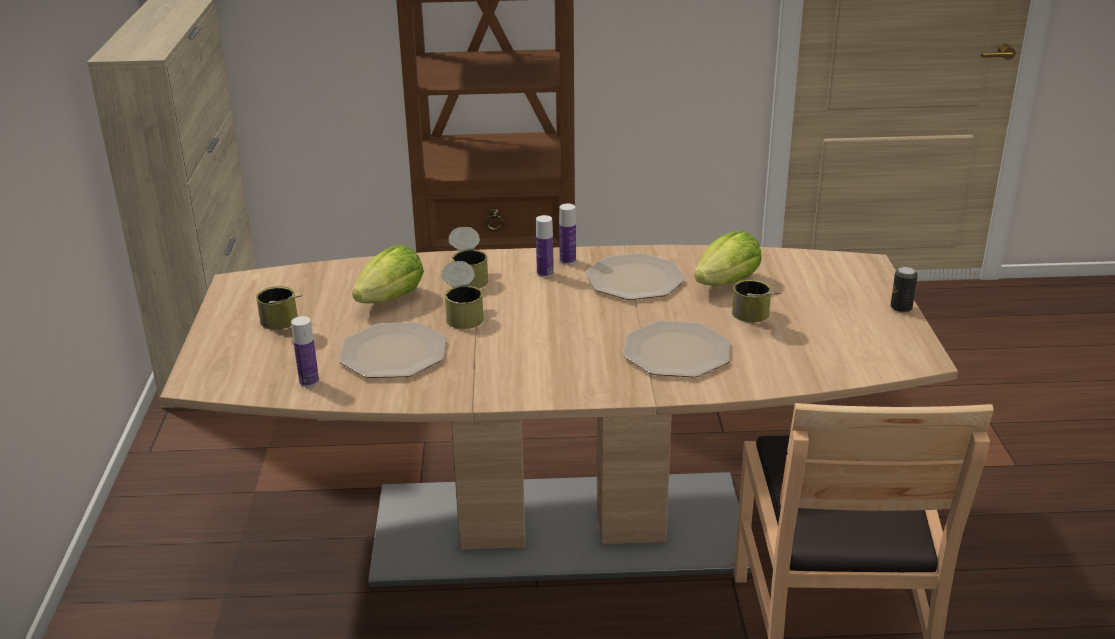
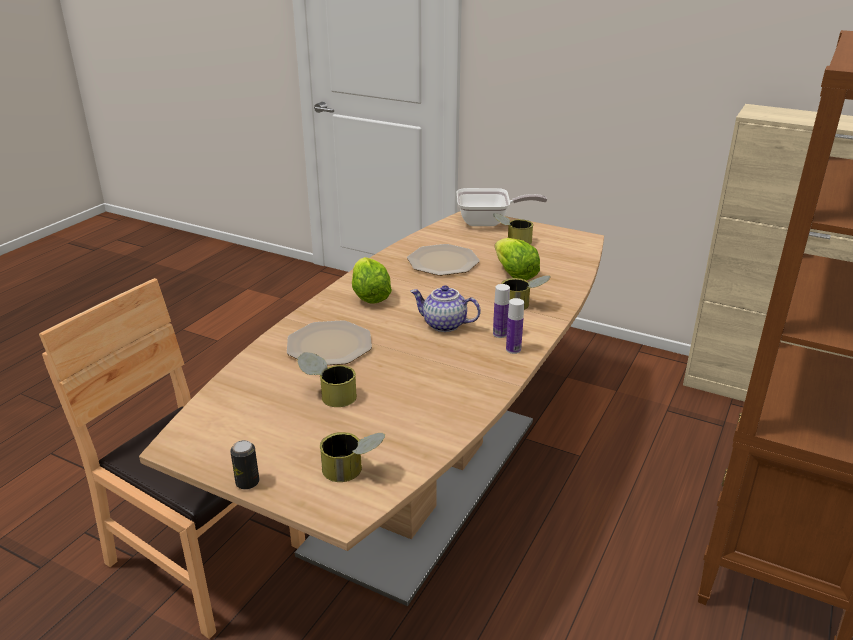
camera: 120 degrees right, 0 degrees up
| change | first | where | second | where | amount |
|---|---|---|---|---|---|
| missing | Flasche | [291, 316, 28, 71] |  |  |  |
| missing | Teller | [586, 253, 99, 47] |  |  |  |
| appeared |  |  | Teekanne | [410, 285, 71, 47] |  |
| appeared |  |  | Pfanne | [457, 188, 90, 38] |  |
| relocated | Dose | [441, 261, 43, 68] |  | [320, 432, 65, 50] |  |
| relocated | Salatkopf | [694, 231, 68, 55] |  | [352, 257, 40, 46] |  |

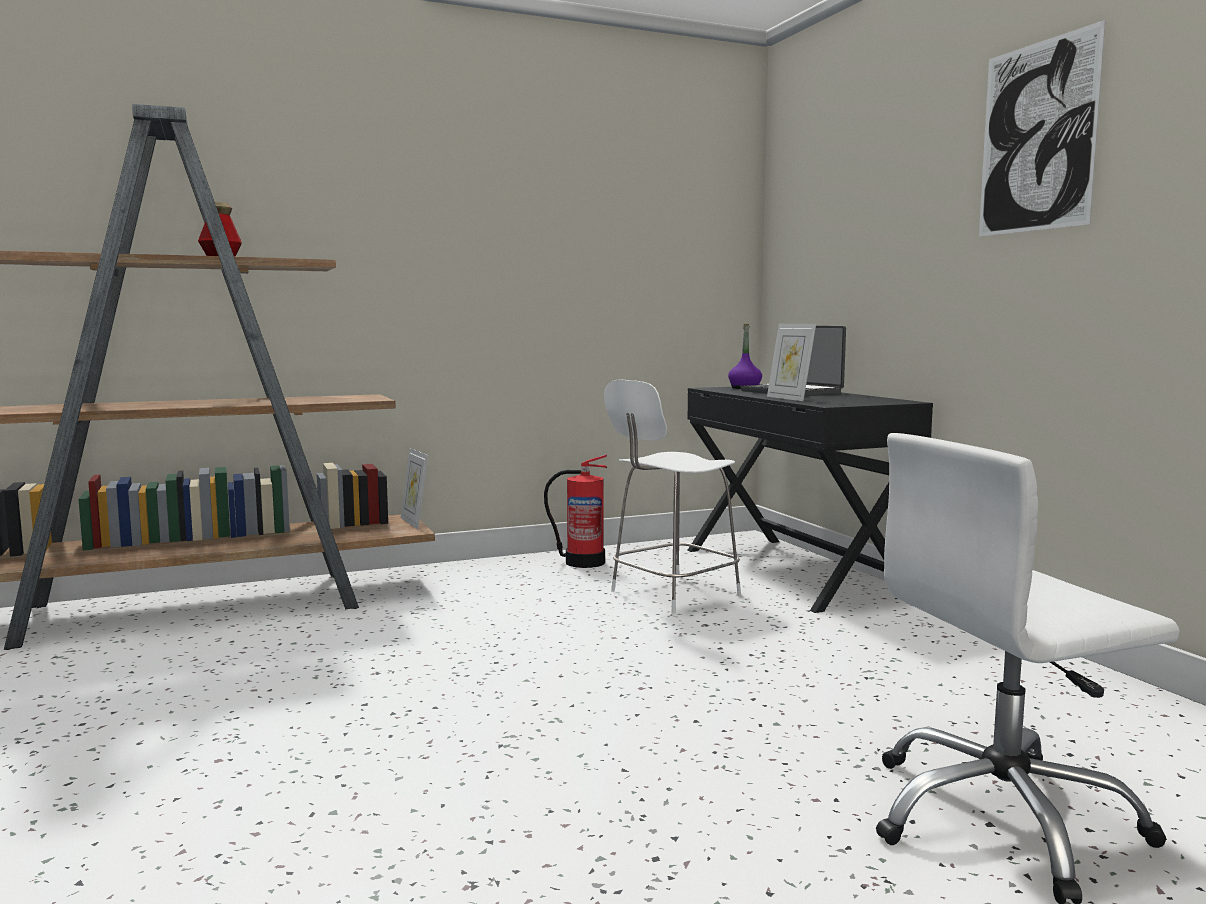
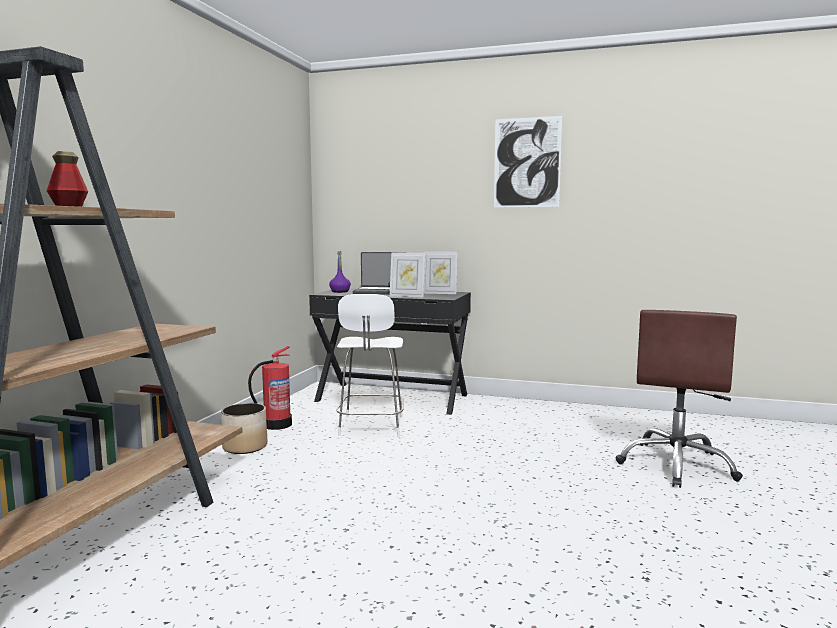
camera: 50 degrees left, 0 degrees up
| change | first | where | second | where | amount |
|---|---|---|---|---|---|
| appeared |  |  | Pflanzkübel | [221, 403, 46, 51] |  |
| relocated | Bilderrahmen | [401, 448, 27, 81] |  | [424, 251, 34, 43] |  |
| colour | Bürostuhl [weiß] | [876, 433, 304, 471] | Bürostuhl [braun] | [616, 310, 127, 178] |  |

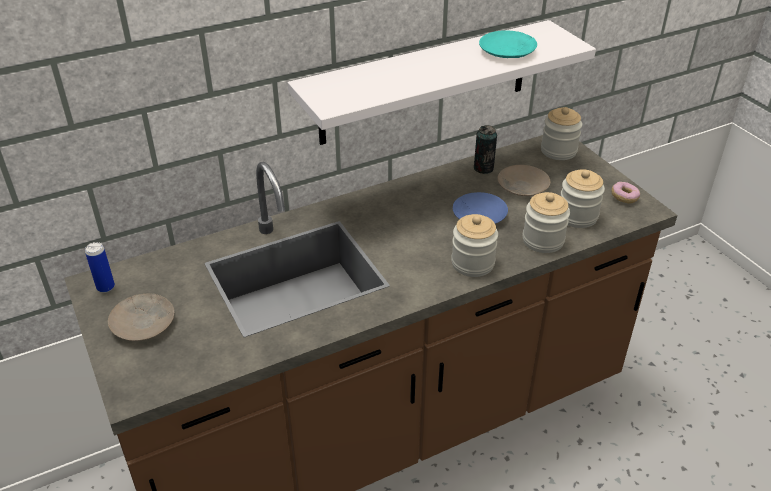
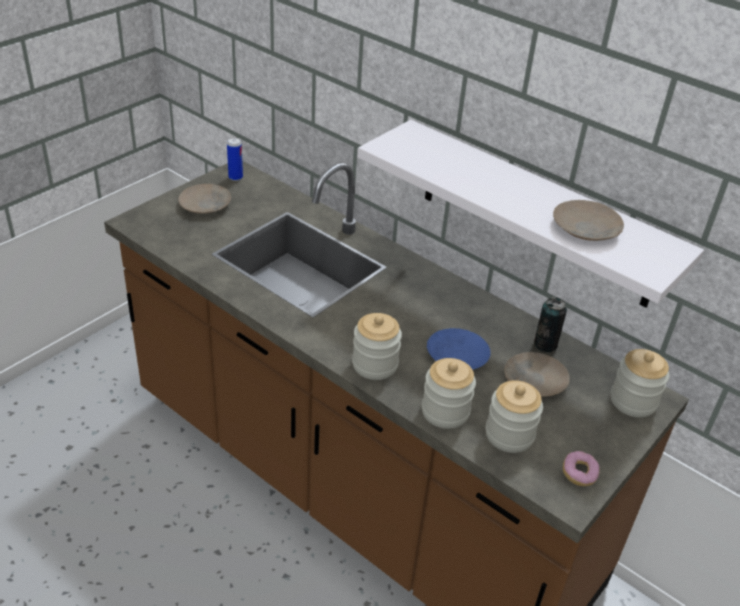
camera: 65 degrees right, 0 degrees up
| change | first | where | second | where | amount |
|---|---|---|---|---|---|
| colour | Teller [türkis] | [479, 31, 58, 27] | Teller [beige] | [553, 200, 71, 41] |  |

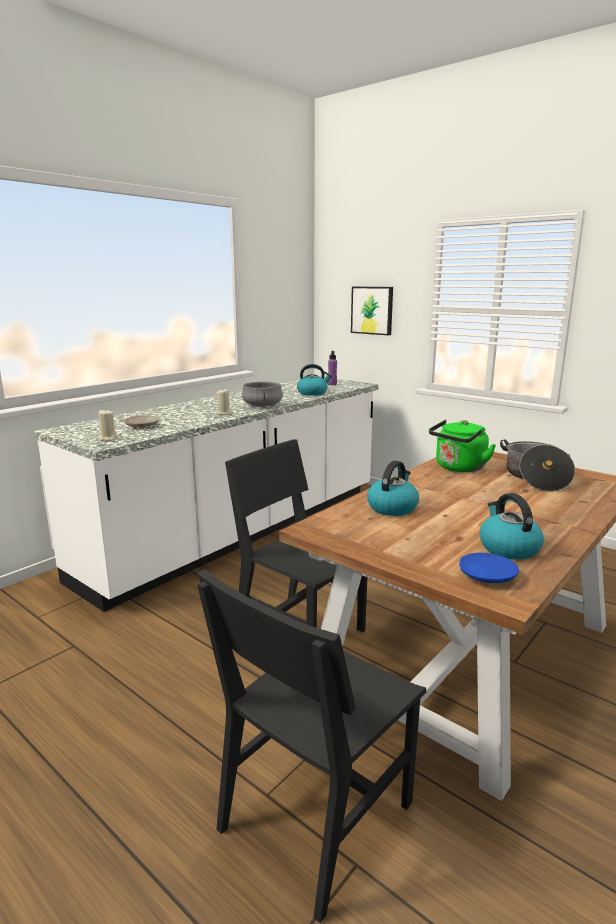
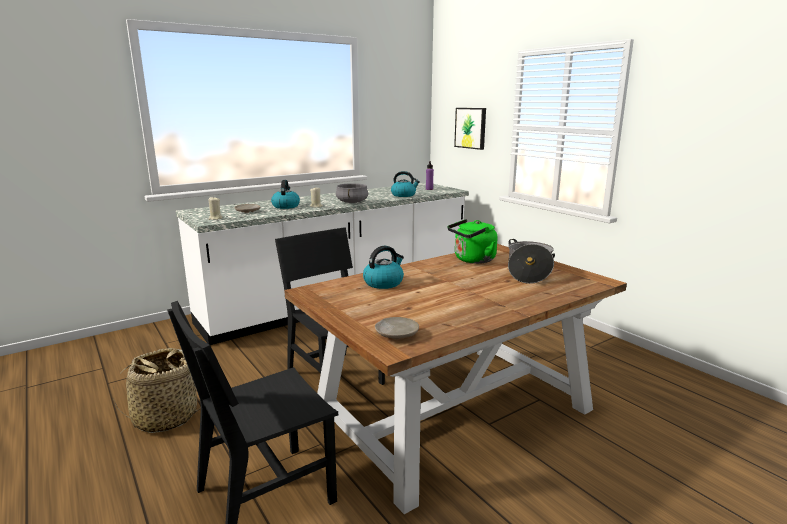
camera: 15 degrees right, 0 degrees up
| change | first | where | second | where | amount |
|---|---|---|---|---|---|
| appeared |  |  | Korb | [113, 348, 88, 85] |  |
| relocated | Wasserkessel | [480, 493, 64, 67] |  | [271, 180, 29, 29] |  |
| colour | Teller [blau] | [459, 553, 60, 30] | Teller [beige] | [375, 317, 44, 22] |  |

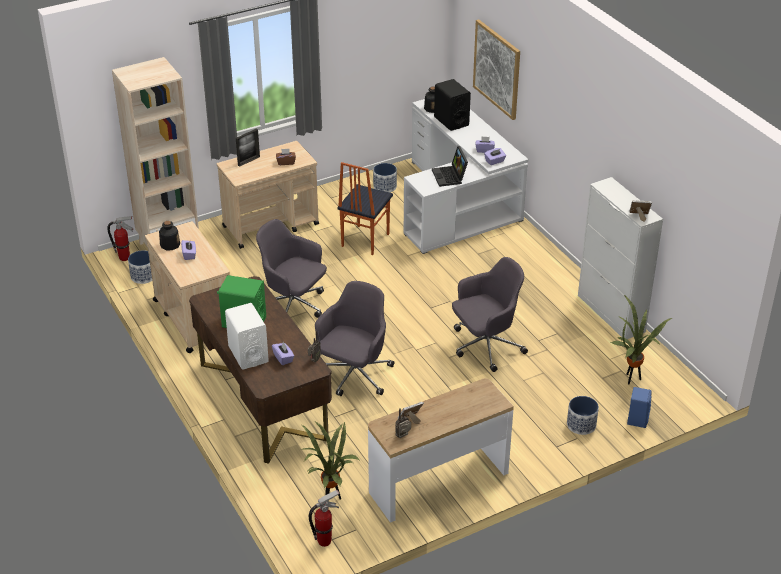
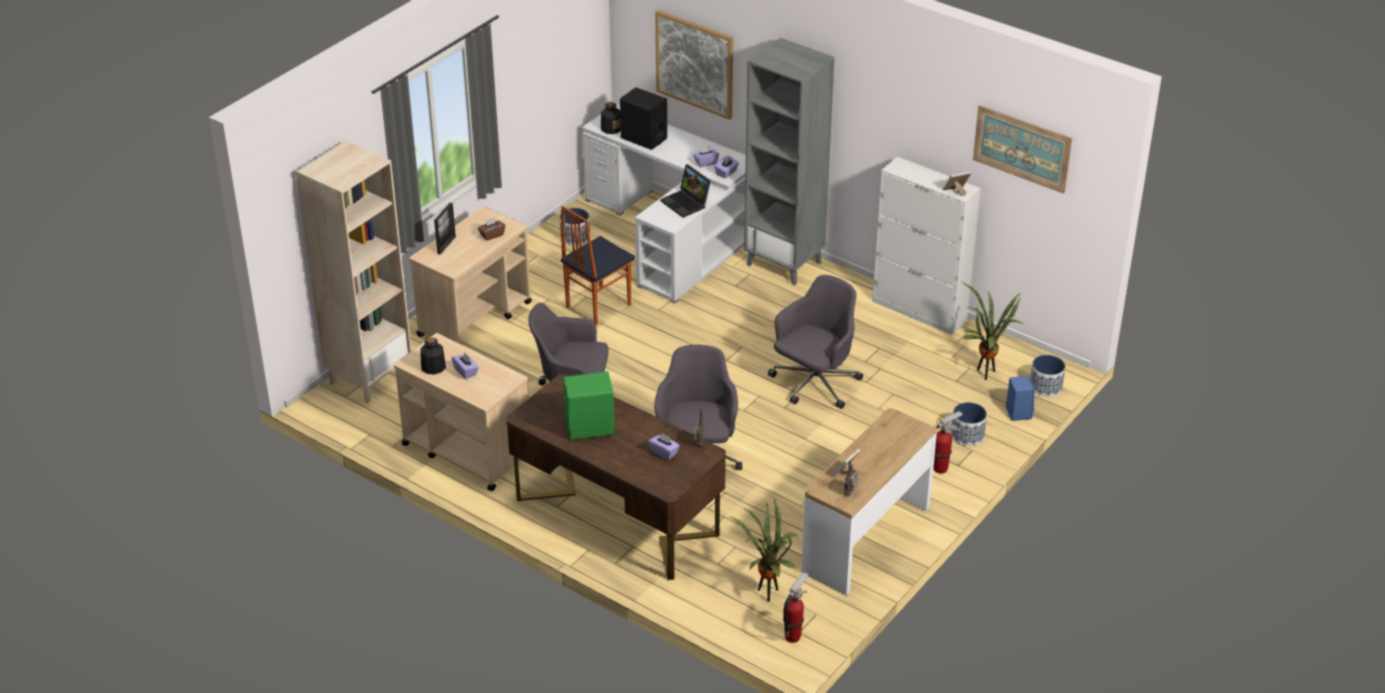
camera: 25 degrees left, 0 degrees up
| change | first | where | second | where | amount |
|---|---|---|---|---|---|
| missing | Lautsprecher [weiß] | [225, 303, 44, 67] |  |  |  |
| appeared |  |  | Bücherregal [grau] | [744, 38, 91, 247] |  |
| appeared |  |  | Bild | [973, 105, 99, 89] |  |
| relocated | Feuerlöscher | [107, 216, 26, 45] |  | [933, 411, 30, 63] |  |
| relocated | Pflanzkübel | [128, 250, 24, 34] |  | [1030, 355, 35, 42] |  |
| spun | Stuhl | [337, 162, 56, 93] |  | [561, 206, 74, 120] | 45 degrees clockwise |

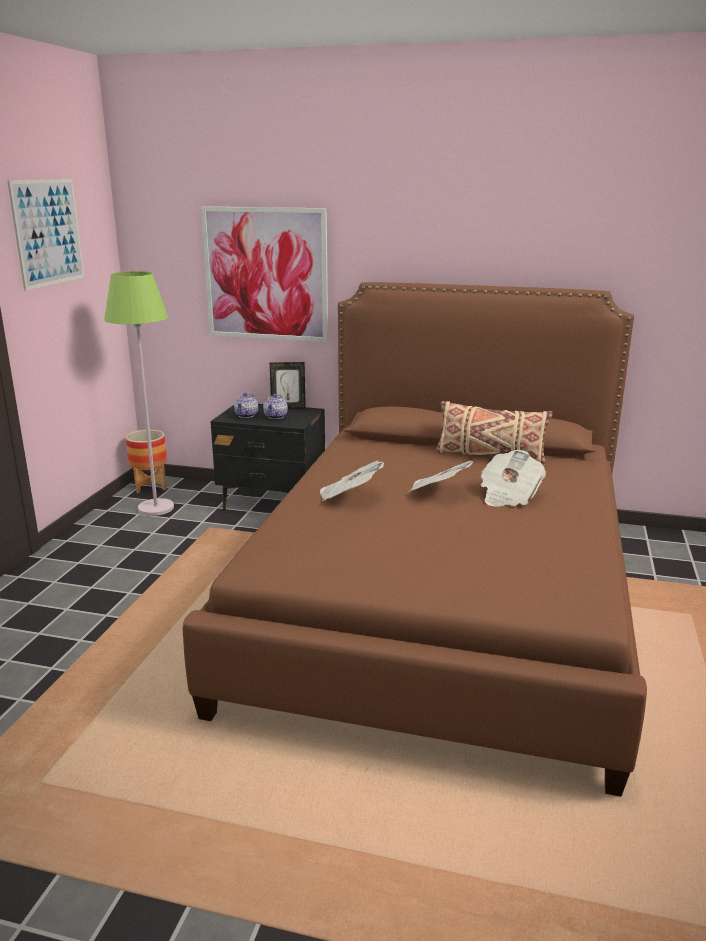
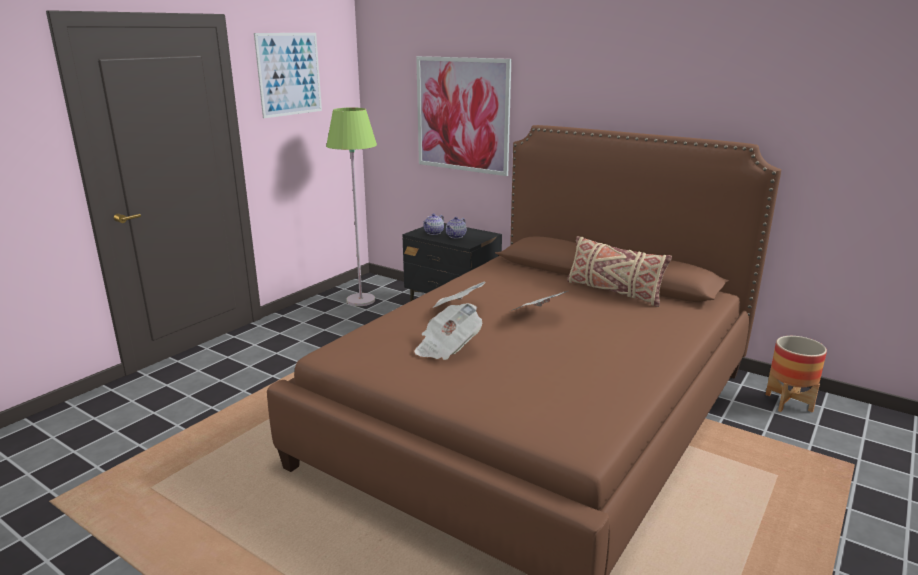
camera: 20 degrees right, 0 degrees up
| change | first | where | second | where | amount |
|---|---|---|---|---|---|
| missing | Bilderrahmen | [270, 362, 36, 47] |  |  |  |
| relocated | Pflanzkübel | [126, 430, 41, 64] |  | [765, 336, 62, 76] |  |
| relocated | Zeitung | [480, 450, 66, 56] |  | [414, 303, 68, 57] |  |

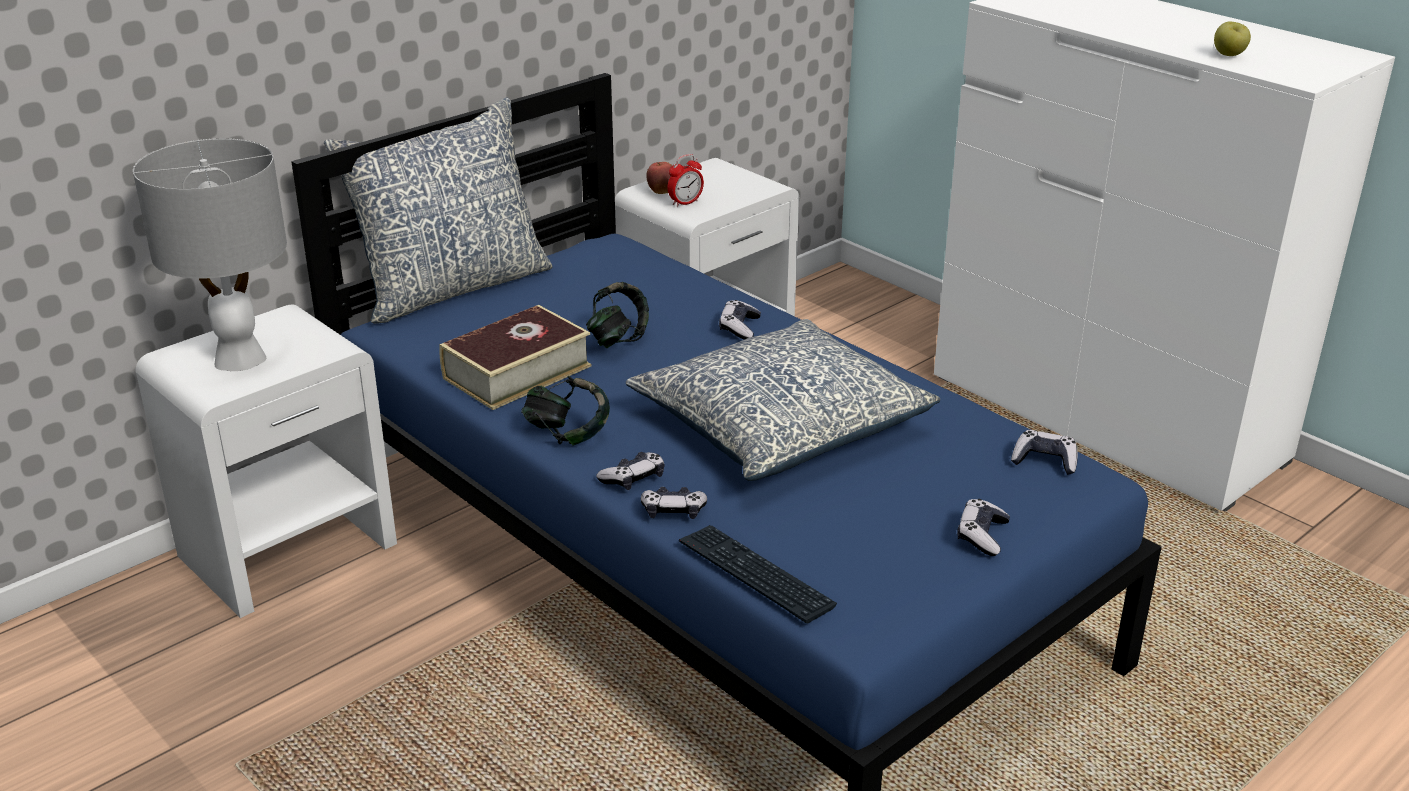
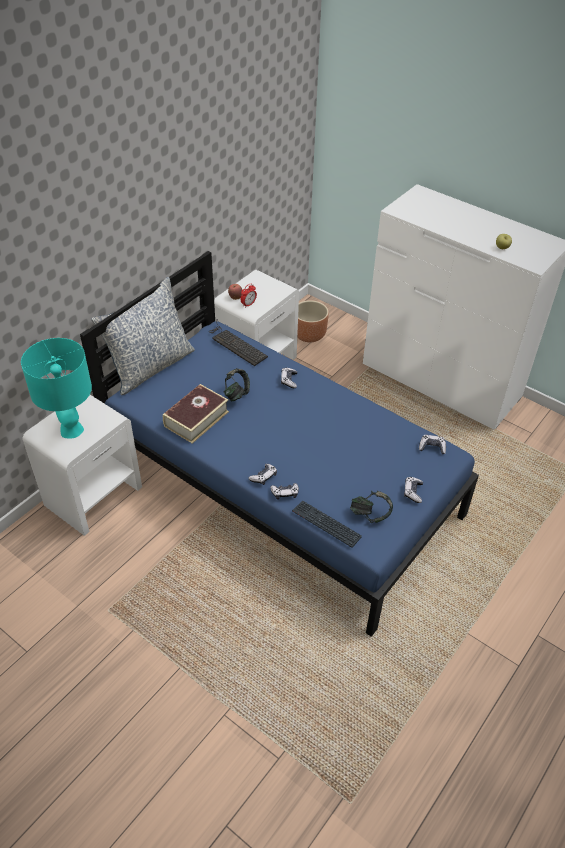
camera: 10 degrees left, 15 degrees up
| change | first | where | second | where | amount |
|---|---|---|---|---|---|
| missing | Kissen | [626, 319, 314, 162] |  |  |  |
| appeared |  |  | Tastatur | [208, 319, 60, 47] |  |
| appeared |  |  | Pflanzkübel [braun] | [297, 300, 32, 42] |  |
| relocated | Kopfhörer | [521, 376, 89, 70] |  | [350, 491, 43, 32] |  |
| colour | Tischlampe [grau] | [133, 138, 154, 233] | Tischlampe [türkis] | [21, 338, 71, 100] |  |

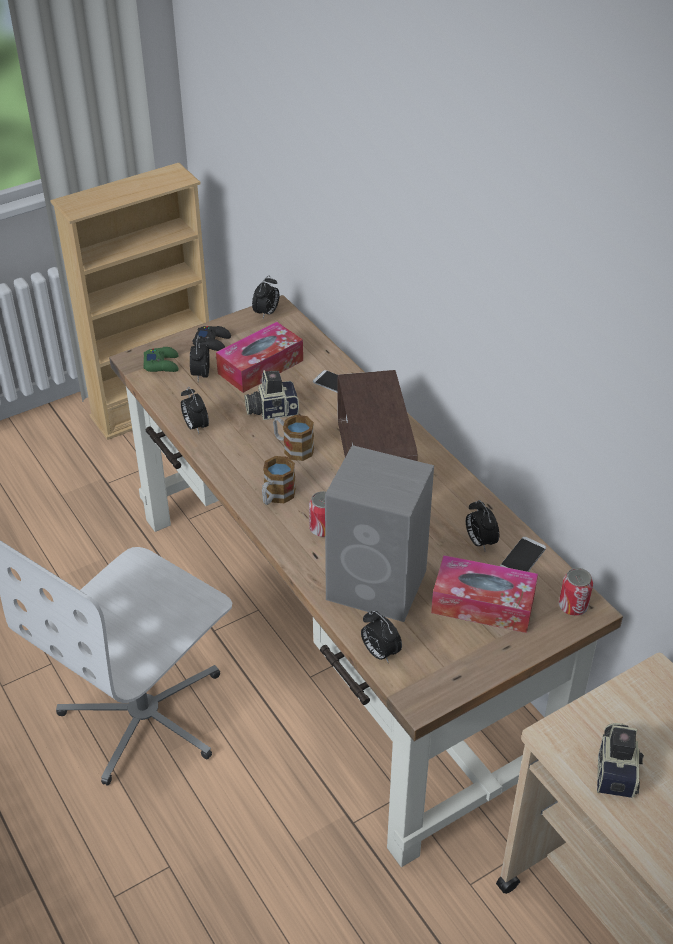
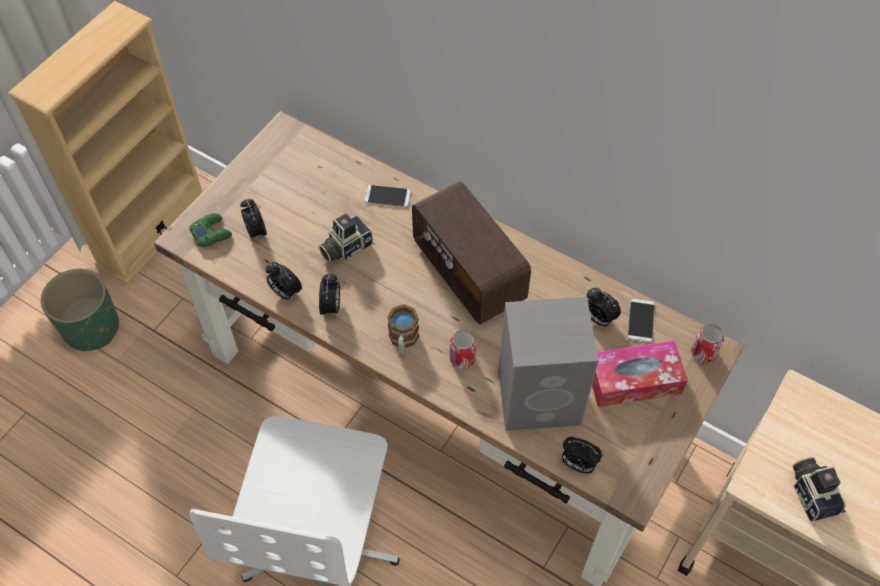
camera: 25 degrees left, 15 degrees up
| change | first | where | second | where | amount |
|---|---|---|---|---|---|
| missing | Gamepad [schwarz] | [193, 326, 38, 25] |  |  |  |
| missing | Taschentuchbox | [216, 322, 87, 71] |  |  |  |
| missing | Henkelbecher | [273, 415, 41, 46] |  |  |  |
| appeared |  |  | Pflanzkübel [grün] | [41, 269, 78, 82] |  |
| relocated | Wecker | [252, 275, 28, 43] |  | [319, 274, 21, 43] |  |

